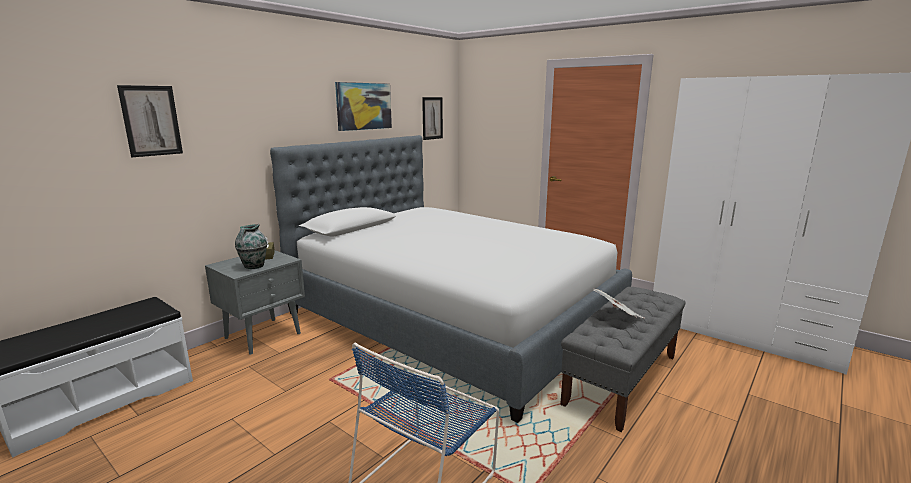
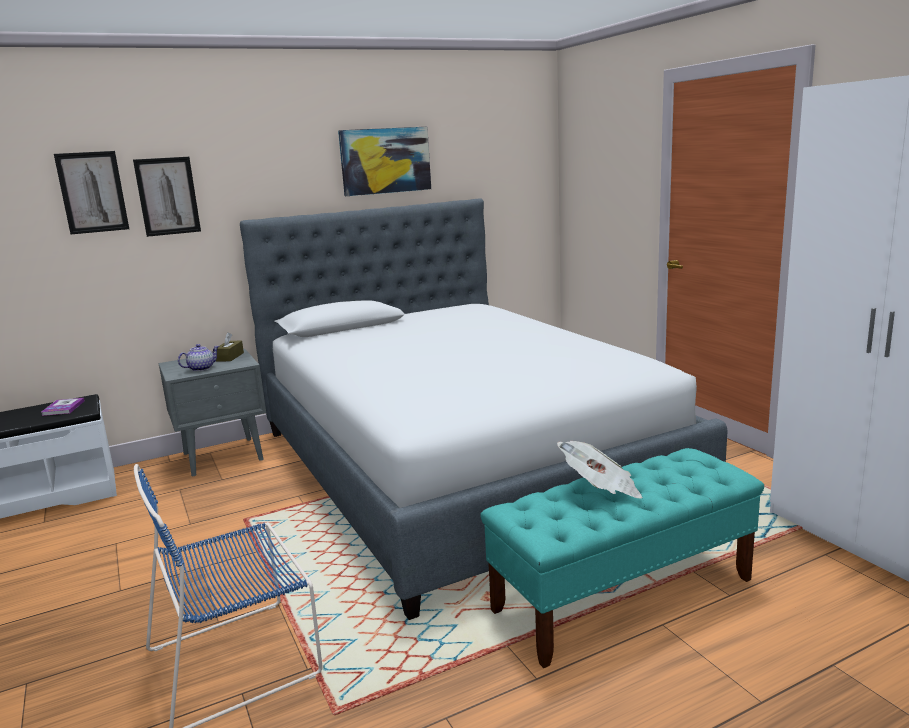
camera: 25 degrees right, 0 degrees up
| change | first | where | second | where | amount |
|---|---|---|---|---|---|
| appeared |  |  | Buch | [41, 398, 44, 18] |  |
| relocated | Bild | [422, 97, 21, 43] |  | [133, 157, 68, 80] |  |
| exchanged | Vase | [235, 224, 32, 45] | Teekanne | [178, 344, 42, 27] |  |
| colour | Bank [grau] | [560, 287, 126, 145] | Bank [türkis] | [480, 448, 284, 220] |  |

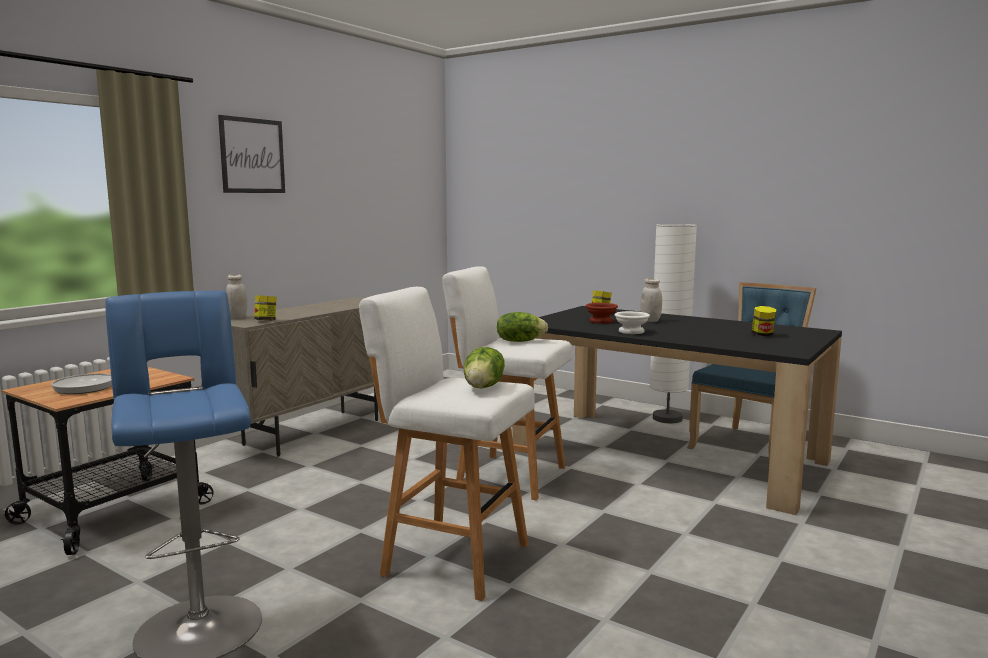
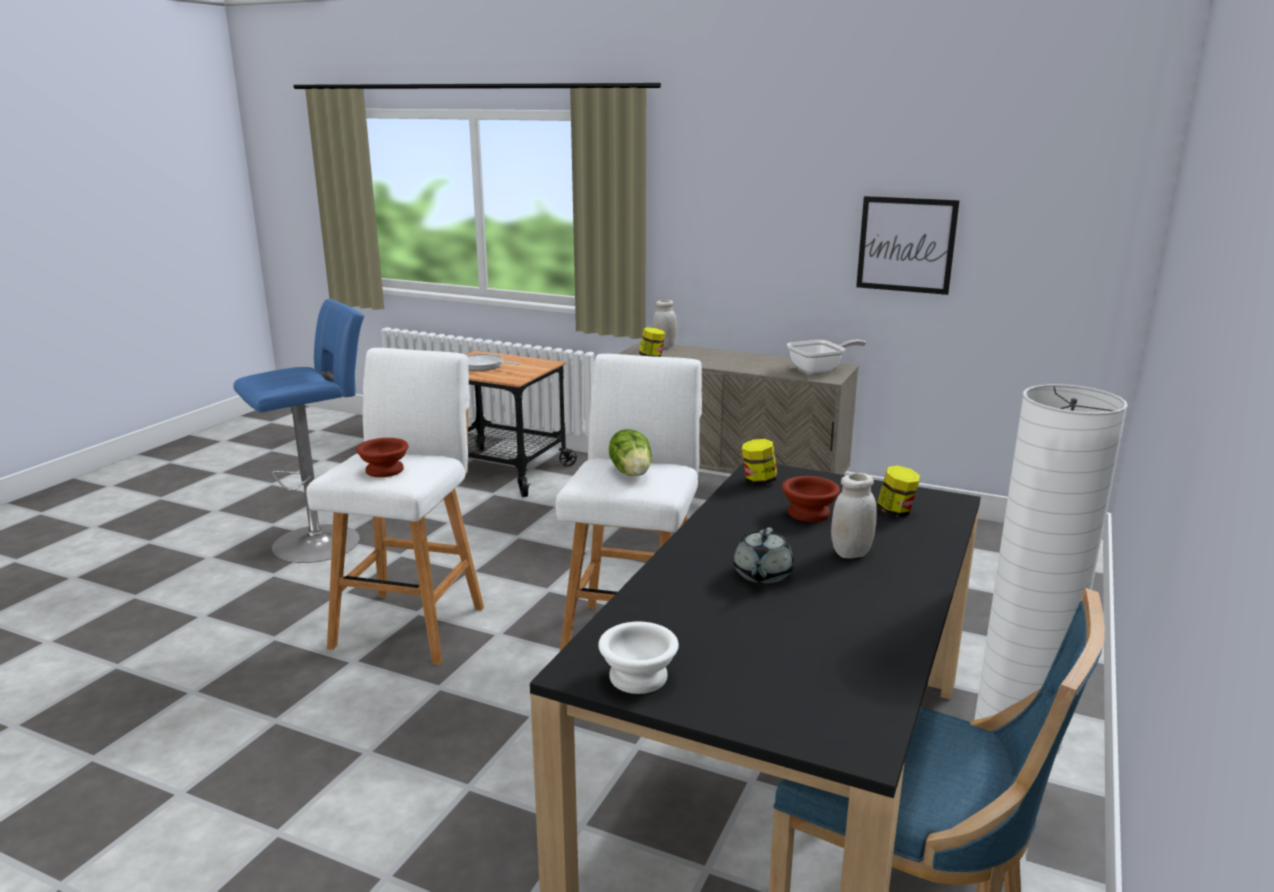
camera: 80 degrees right, 10 degrees up
| change | first | where | second | where | amount |
|---|---|---|---|---|---|
| appeared |  |  | Teekanne [grau] | [733, 527, 61, 57] |  |
| appeared |  |  | Pfanne | [787, 340, 79, 33] |  |
| relocated | Bild | [218, 115, 67, 78] |  | [856, 196, 104, 99] |  |
| relocated | Schüssel [weiß] | [614, 311, 36, 23] |  | [598, 622, 81, 72] |  |
| relocated | Vorratsglas | [752, 306, 24, 30] |  | [742, 439, 35, 46] |  |
| exchanged | Salatkopf | [464, 347, 41, 41] | Schüssel [braun] | [356, 438, 53, 39] |  |

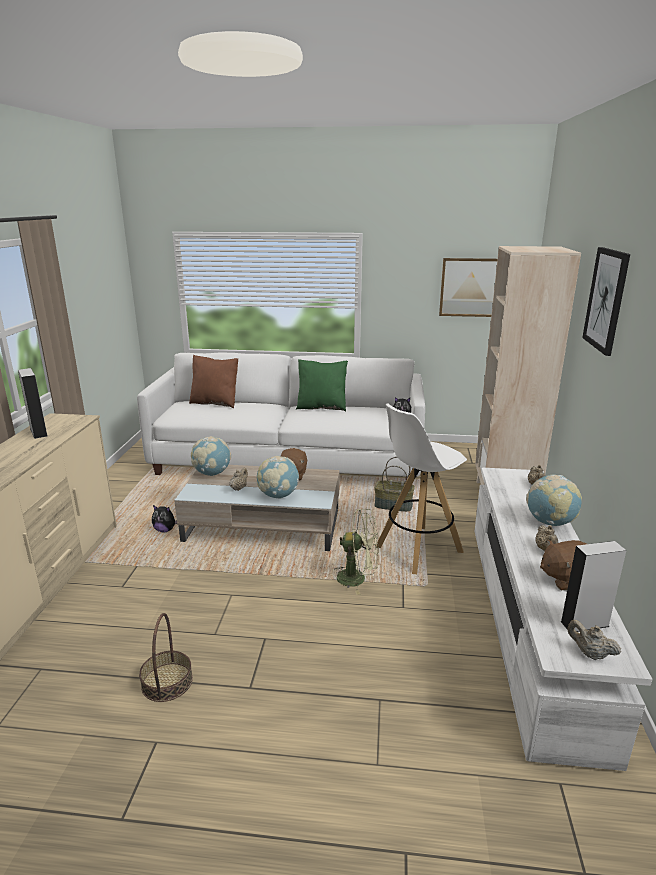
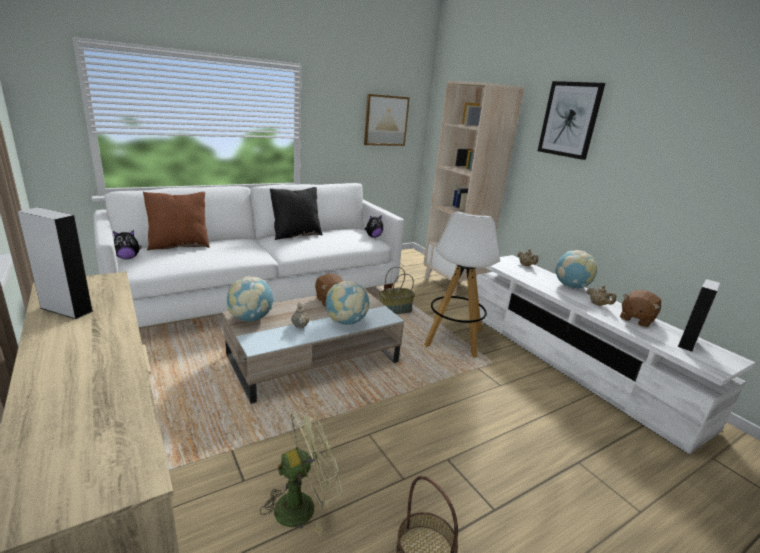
camera: 40 degrees left, 0 degrees up
| change | first | where | second | where | amount |
|---|---|---|---|---|---|
| missing | Teekanne [beige] | [567, 620, 54, 40] |  |  |  |
| relocated | Plüschtier | [152, 505, 25, 28] |  | [113, 230, 29, 29] |  |
| relocated | Ventilator [grün] | [334, 509, 45, 86] |  | [260, 409, 82, 125] |  |
| colour | Kissen [grün] | [296, 359, 52, 52] | Kissen [schwarz] | [270, 187, 52, 53] |  |

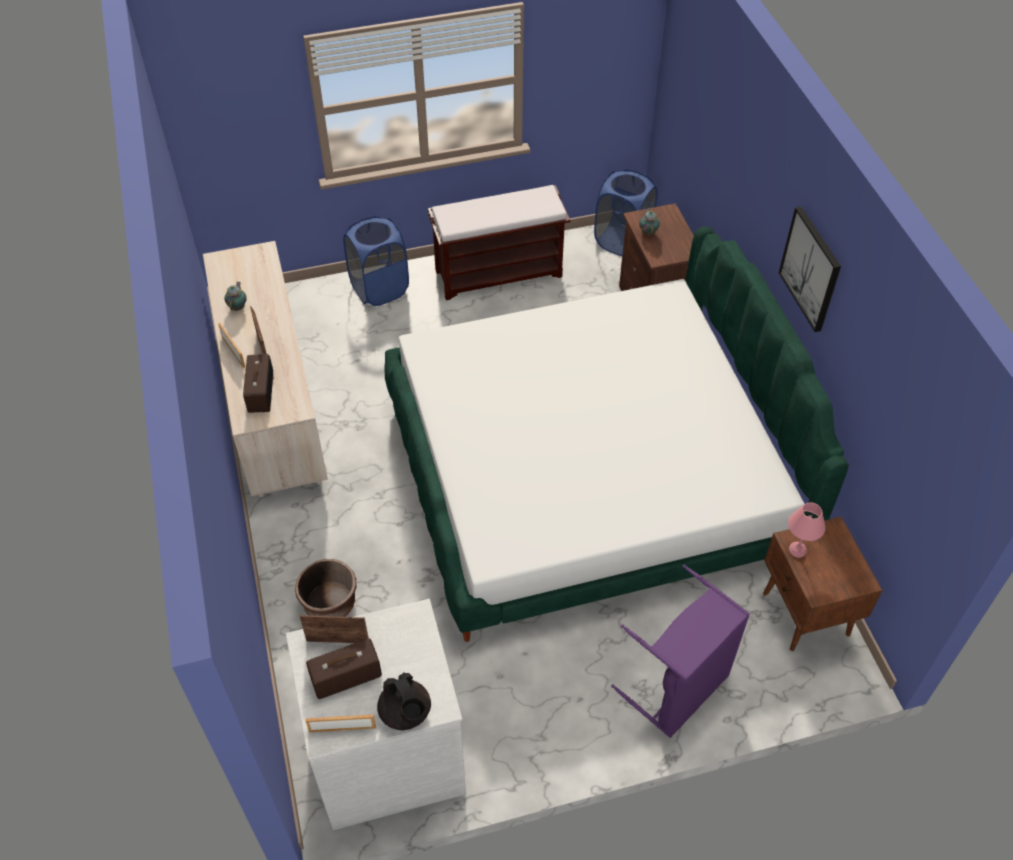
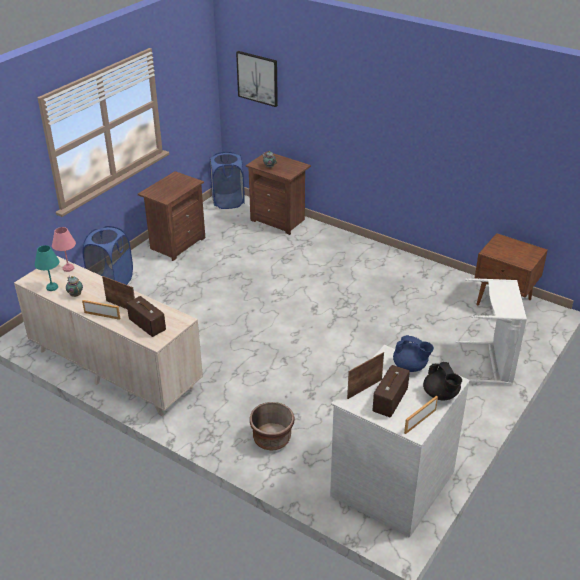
camera: 40 degrees left, 15 degrees down
| change | first | where | second | where | amount |
|---|---|---|---|---|---|
| missing | Bett | [384, 226, 465, 416] |  |  |  |
| appeared |  |  | Tischlampe [türkis] | [35, 245, 24, 46] |  |
| appeared |  |  | Teekanne [blau] | [393, 335, 41, 37] |  |
| relocated | Bild | [779, 206, 62, 126] |  | [236, 51, 42, 56] |  |
| relocated | Tischlampe [rosa] | [788, 502, 37, 56] |  | [52, 227, 24, 45] |  |
| exchanged | Bank [braun] | [428, 185, 143, 115] | Nachttisch [braun] | [138, 171, 67, 90] |  |
| colour | Wäschekorb [lila] | [611, 565, 139, 173] | Wäschekorb [weiß] | [456, 278, 71, 106] |  |
| spun | Teekanne [schwarz] | [377, 672, 54, 58] |  | [423, 362, 39, 38] | 45 degrees clockwise |

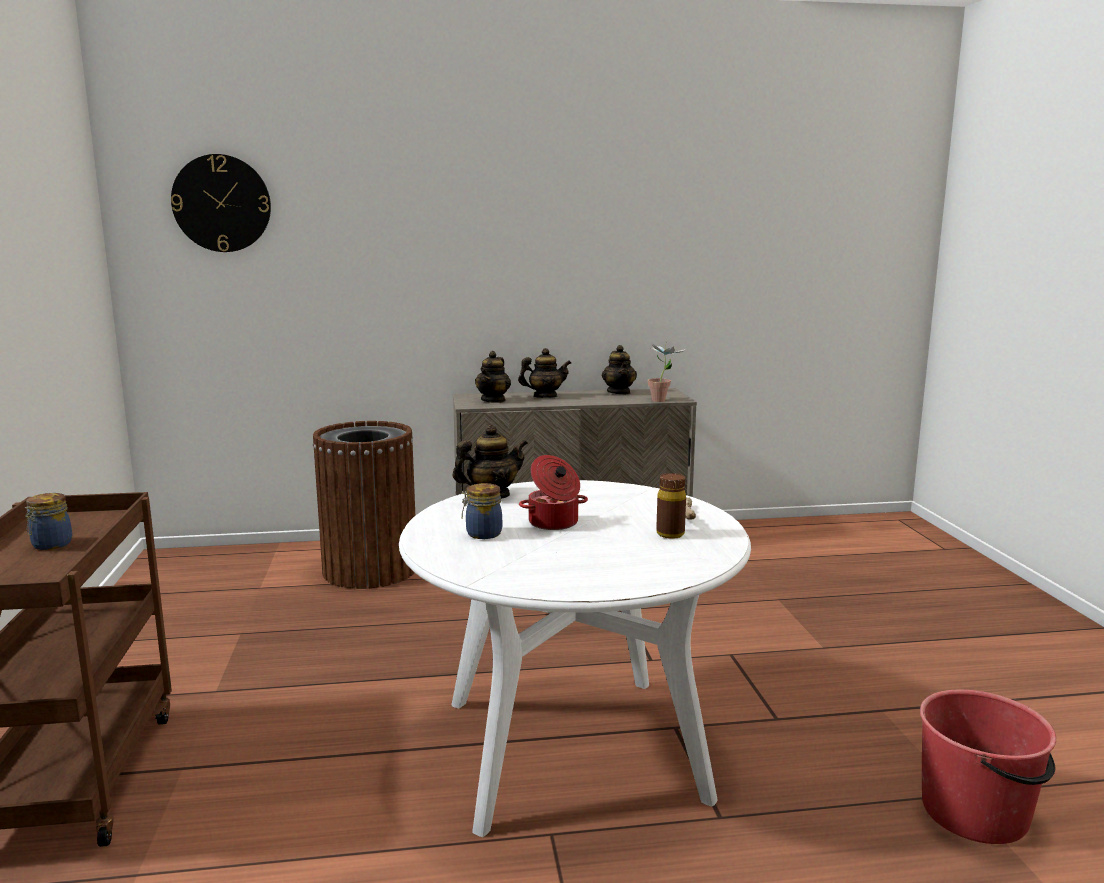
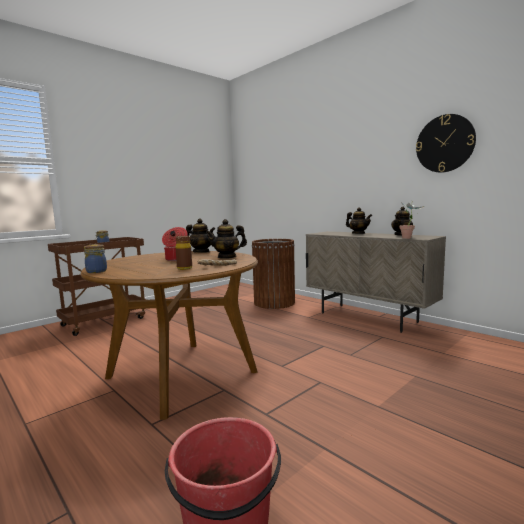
camera: 55 degrees right, 5 degrees down
| change | first | where | second | where | amount |
|---|---|---|---|---|---|
| relocated | Wanduhr | [171, 154, 100, 98] |  | [416, 114, 60, 59] |  |
| relocated | Vorratsglas | [462, 483, 40, 56] |  | [84, 244, 23, 29] |  |
| relocated | Teekanne | [475, 351, 36, 52] |  | [205, 219, 42, 40] |  |
| colour | Esstisch [weiß] | [399, 480, 352, 357] | Esstisch [braun] | [80, 251, 178, 169] |  |

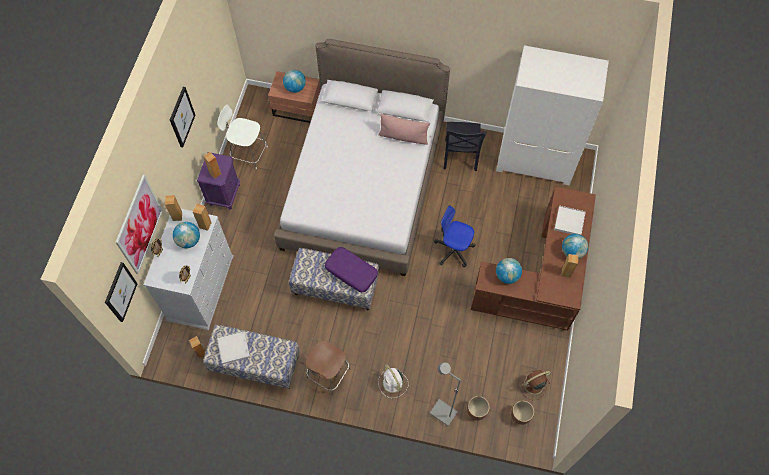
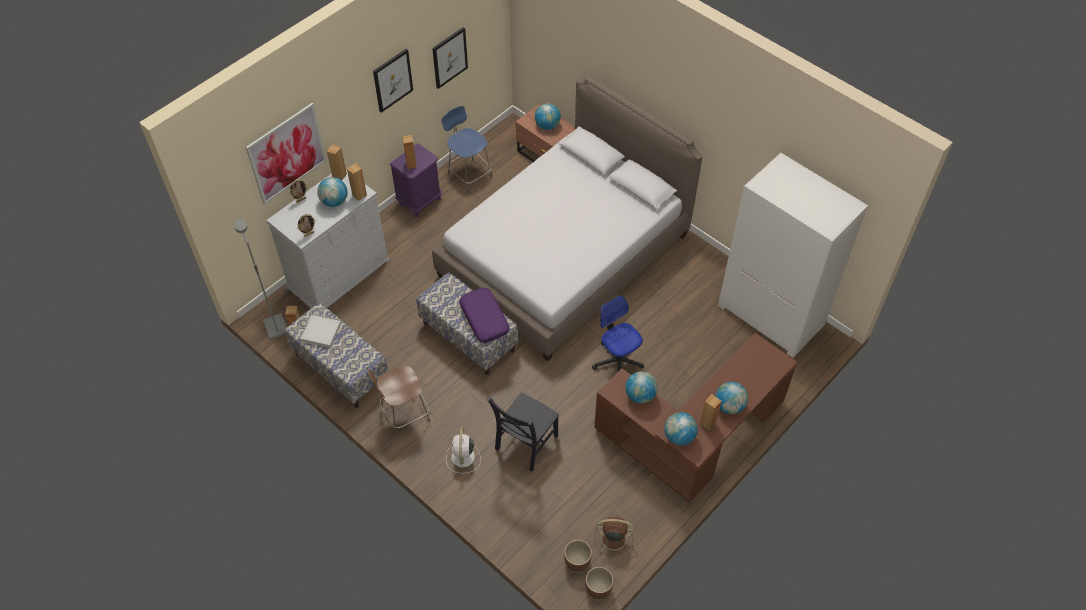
camera: 30 degrees right, 10 degrees down
| change | first | where | second | where | amount |
|---|---|---|---|---|---|
| missing | Kissen [rosa] | [379, 114, 51, 31] |  |  |  |
| missing | Tablett [weiß] | [554, 205, 32, 30] |  |  |  |
| appeared |  |  | Globus | [664, 412, 34, 34] |  |
| relocated | Bild | [105, 262, 33, 60] |  | [432, 27, 36, 62] |  |
| relocated | Stehlampe [grau] | [429, 363, 32, 63] |  | [234, 219, 53, 121] |  |
| relocated | Stuhl [schwarz] | [444, 122, 42, 49] |  | [487, 392, 73, 79] |  |
| relocated | Pflanzkübel [braun] | [467, 396, 23, 24] |  | [585, 567, 29, 32] |  |
| colour | Stuhl [weiß] | [217, 104, 51, 65] | Stuhl [blau] | [442, 106, 50, 86] |  |

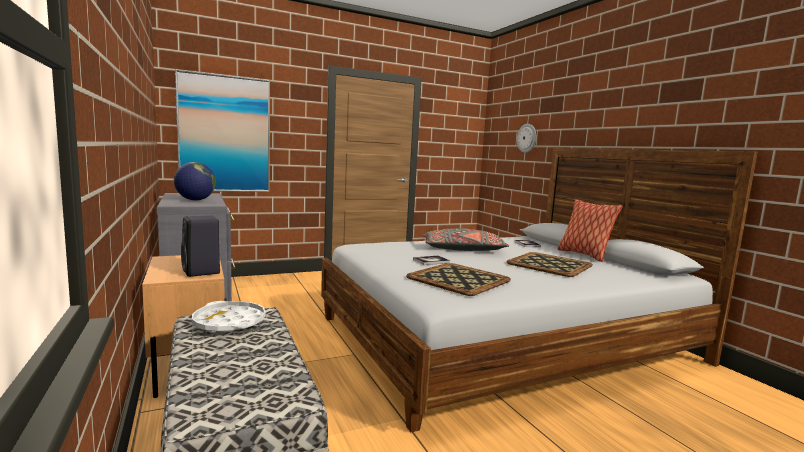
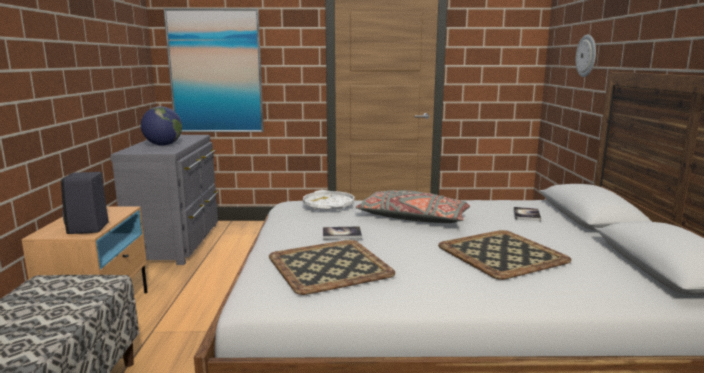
camera: 25 degrees right, 5 degrees up
| change | first | where | second | where | amount |
|---|---|---|---|---|---|
| missing | Kissen | [558, 199, 65, 63] |  |  |  |
| relocated | Tablett [weiß] | [192, 301, 74, 32] |  | [303, 190, 51, 21] |  |

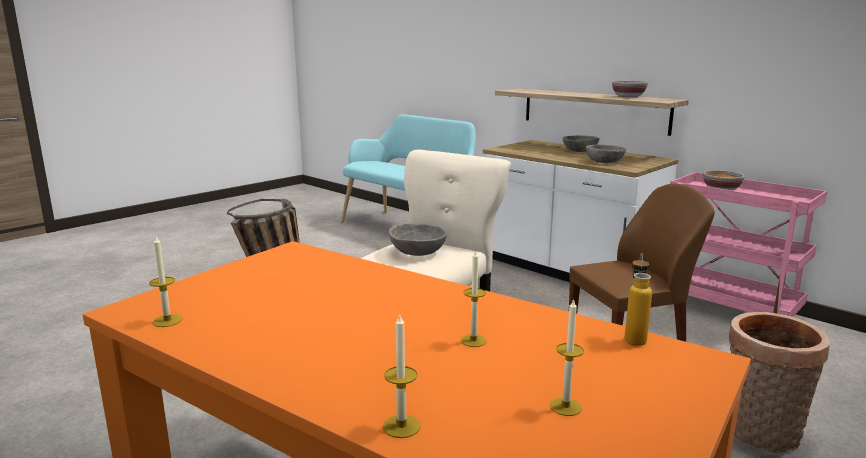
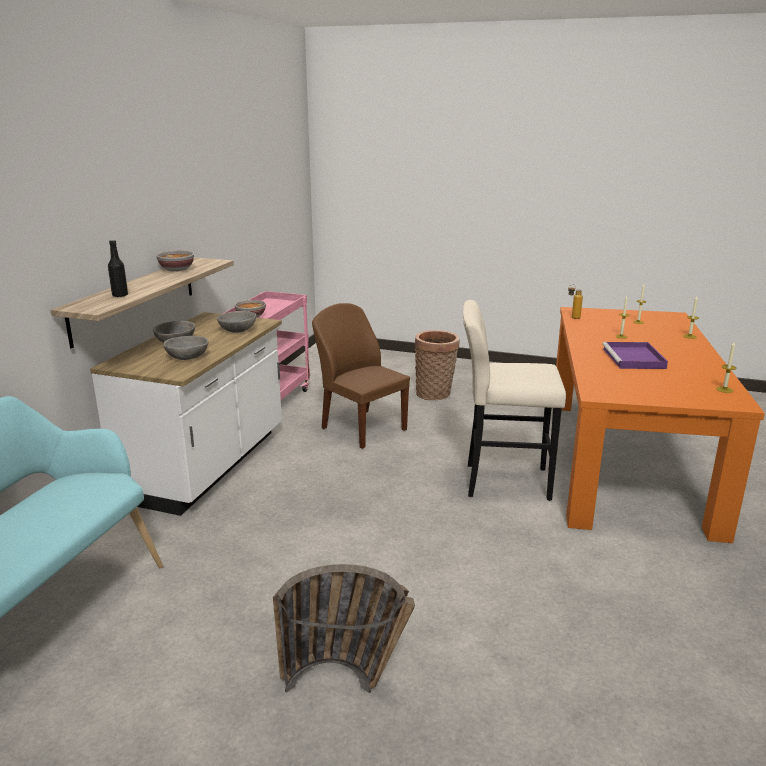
camera: 115 degrees left, 5 degrees up
| change | first | where | second | where | amount |
|---|---|---|---|---|---|
| appeared |  |  | Flasche [schwarz] | [108, 240, 20, 57] |  |
| appeared |  |  | Tablett [lila] | [602, 342, 66, 27] |  |
| relocated | Schüssel [grau] | [389, 224, 58, 32] |  | [164, 336, 44, 24] |  |

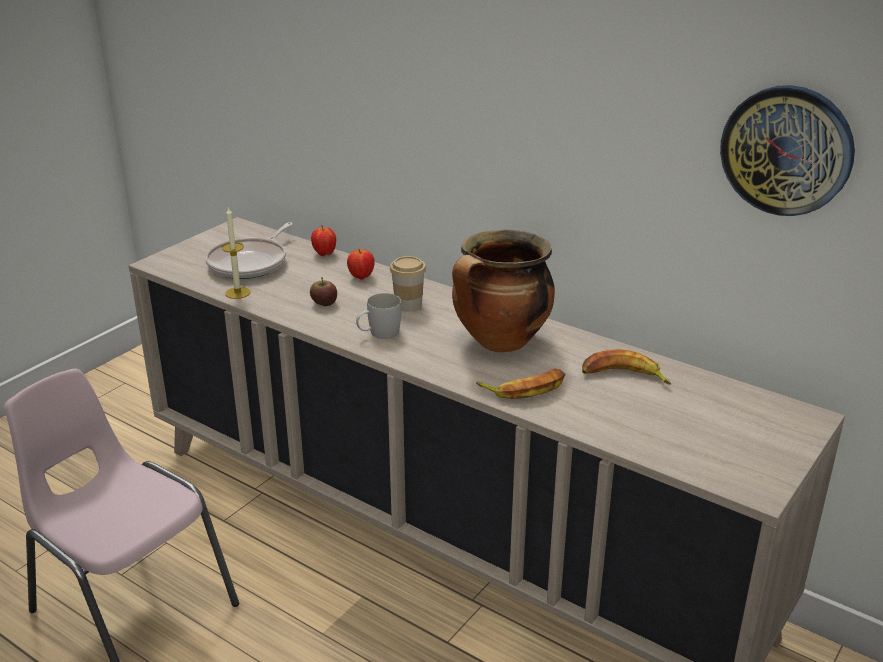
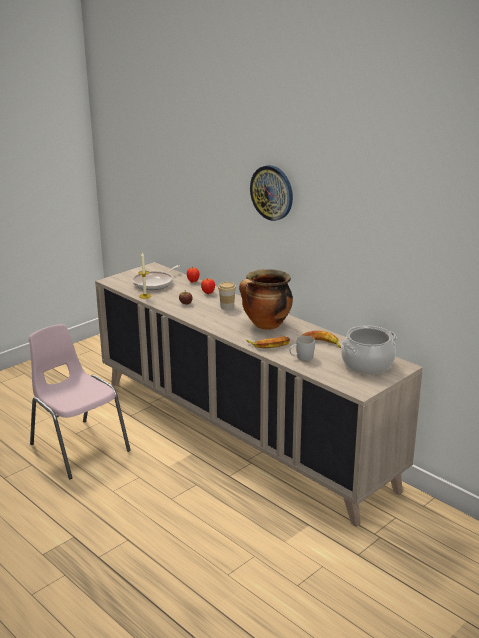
camera: 10 degrees right, 5 degrees down
| change | first | where | second | where | amount |
|---|---|---|---|---|---|
| appeared |  |  | Kochtopf | [341, 325, 56, 49] |  |
| relocated | Henkelbecher [weiß] | [356, 293, 45, 46] |  | [290, 336, 25, 25] |  |
| relocated | Wanduhr | [720, 85, 135, 131] |  | [250, 165, 43, 56] |  |

